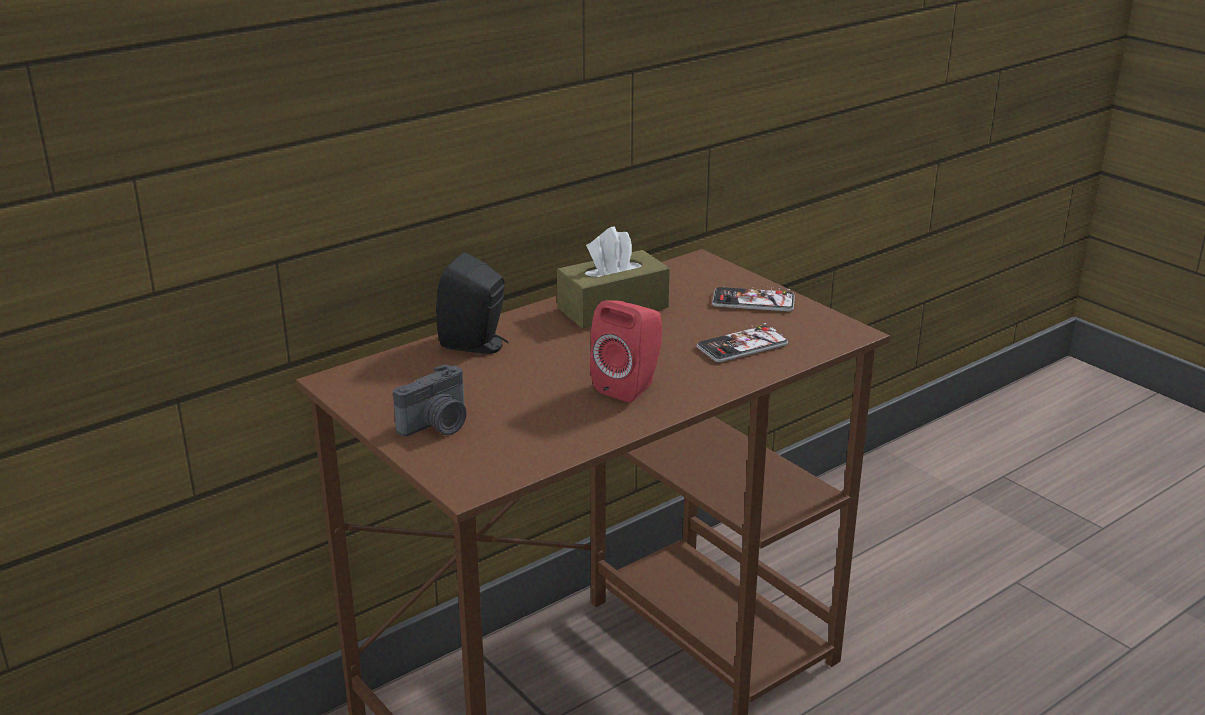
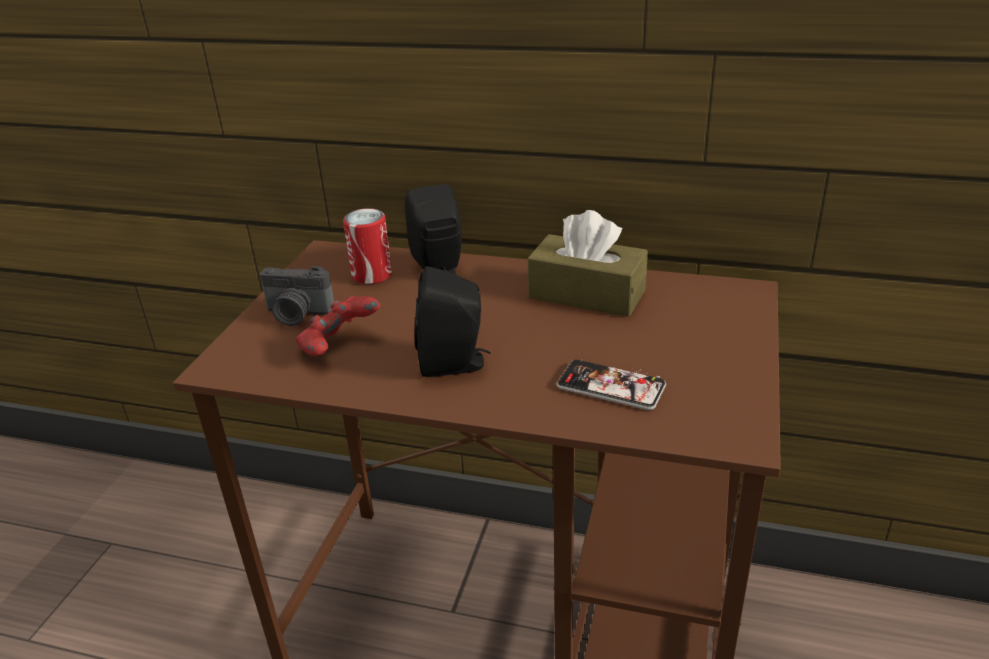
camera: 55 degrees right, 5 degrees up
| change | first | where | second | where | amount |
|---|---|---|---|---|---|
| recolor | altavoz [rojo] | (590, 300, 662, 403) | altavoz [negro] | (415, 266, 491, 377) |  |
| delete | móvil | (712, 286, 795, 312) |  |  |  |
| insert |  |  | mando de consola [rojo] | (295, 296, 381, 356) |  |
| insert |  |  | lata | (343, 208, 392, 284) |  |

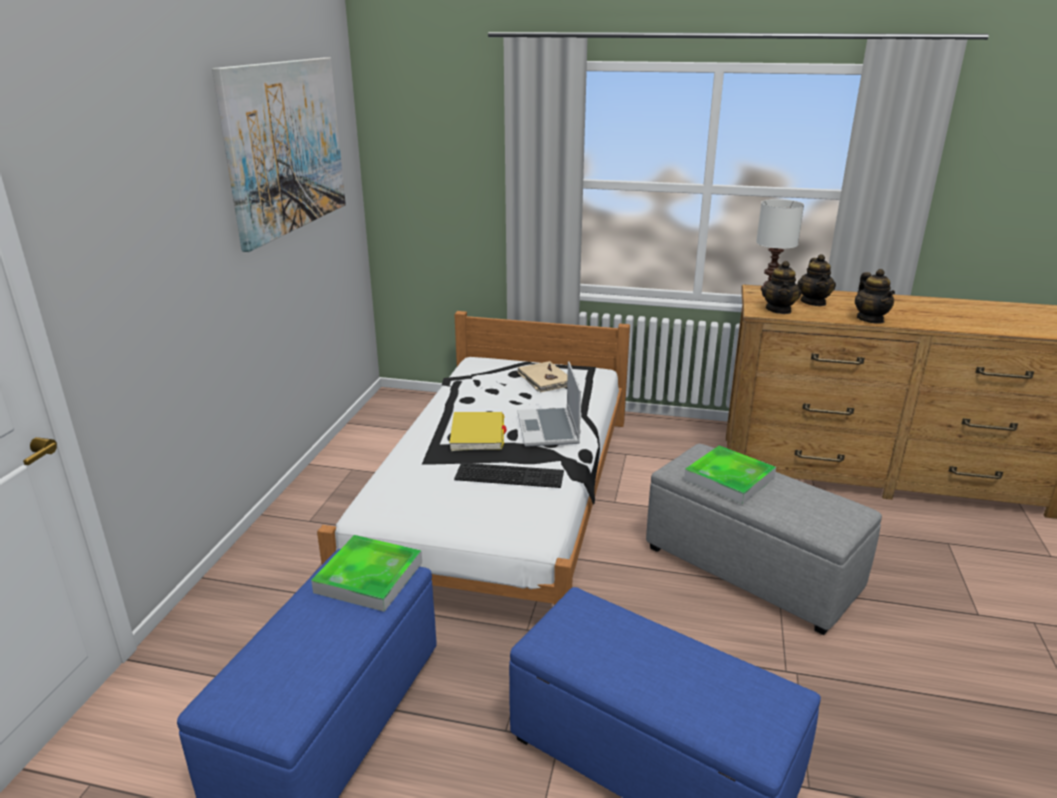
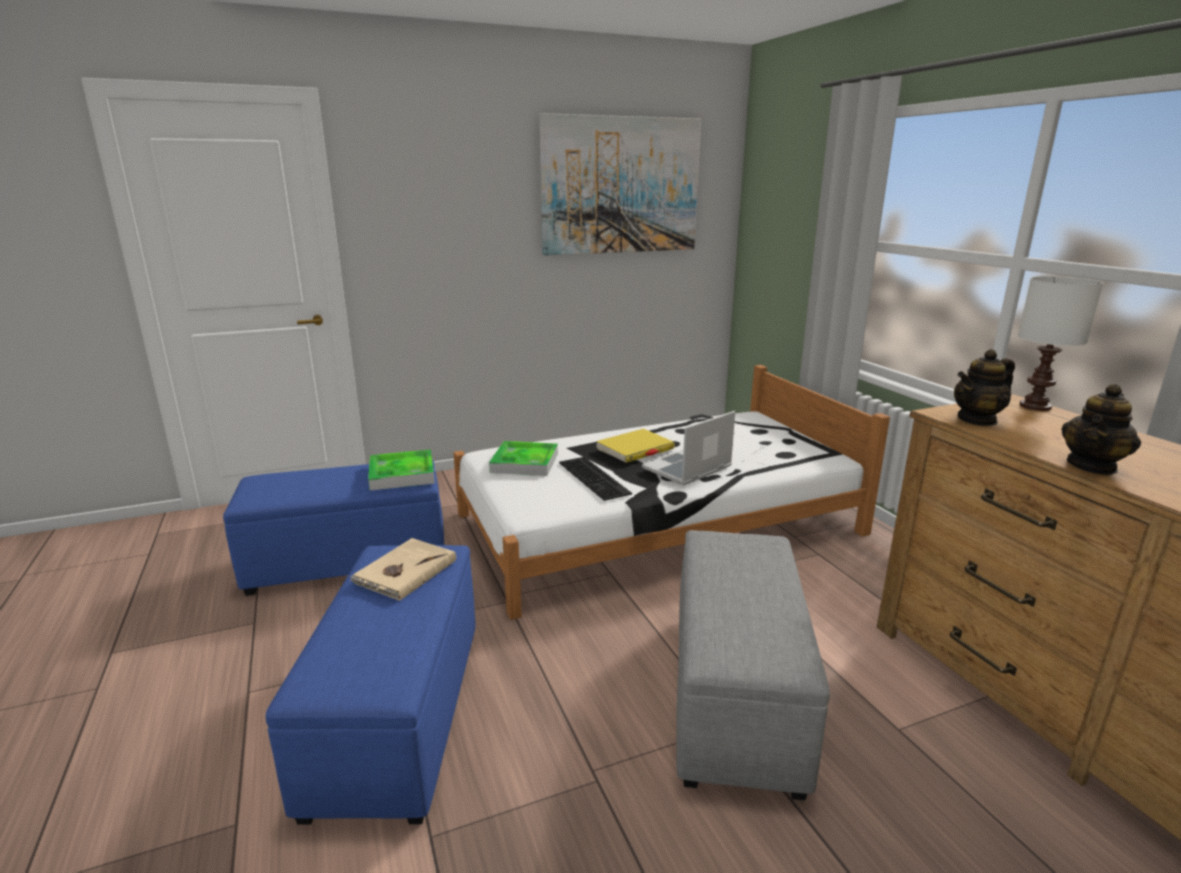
camera: 55 degrees right, 5 degrees down
| change | first | where | second | where | amount |
|---|---|---|---|---|---|
| move | libro [beis] | (517, 361, 568, 392) |  | (350, 538, 456, 601) |  |
| move | bandeja | (684, 446, 776, 504) |  | (489, 441, 558, 476) |  |
| delete | tetera | (797, 254, 836, 306) |  |  |  |

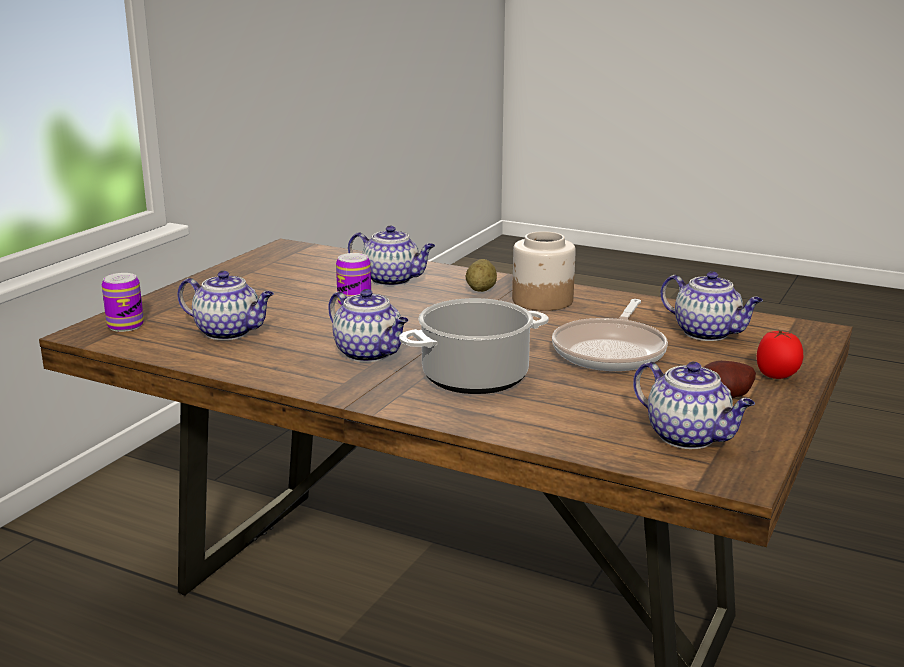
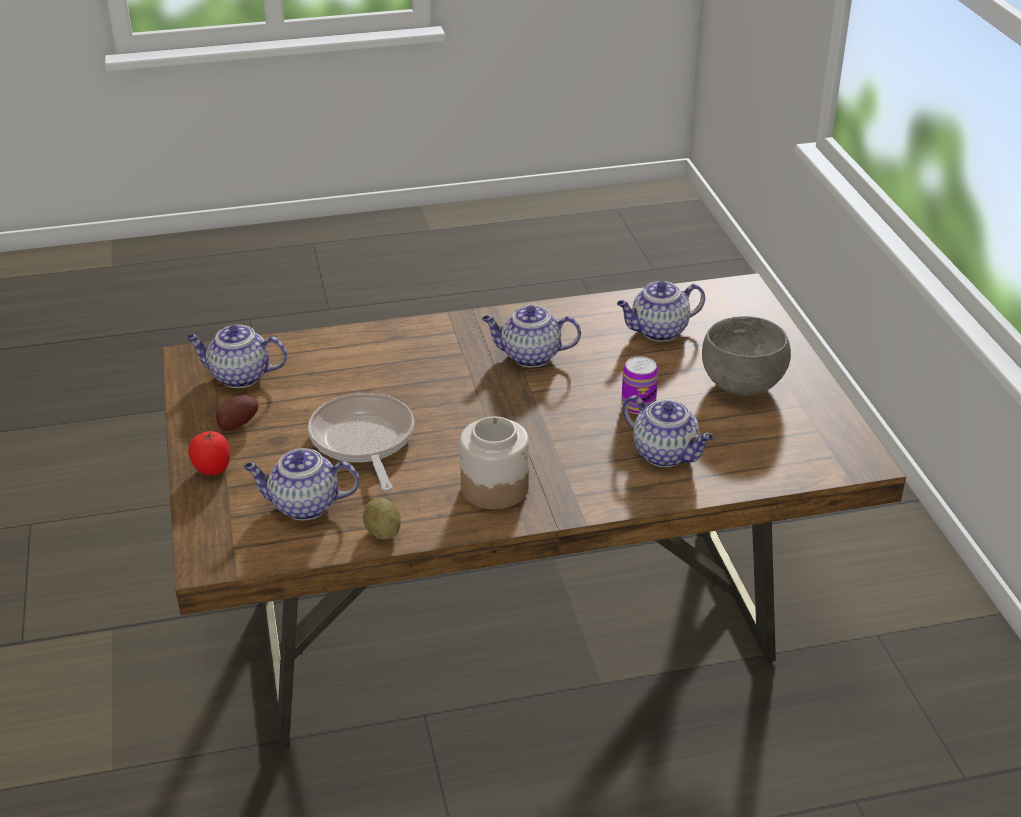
camera: 140 degrees right, 15 degrees up
| change | first | where | second | where | amount |
|---|---|---|---|---|---|
| delete | lata | (102, 273, 144, 332) |  |  |  |
| rotate | tetera | (348, 226, 435, 286) |  | (623, 395, 714, 467) | 120 degrees counterclockwise |
| delete | olla | (399, 298, 549, 394) |  |  |  |
| move | patata | (466, 259, 497, 292) |  | (363, 498, 401, 539) |  |
| insert |  |  | cuenco [gris] | (702, 316, 791, 396) |  |

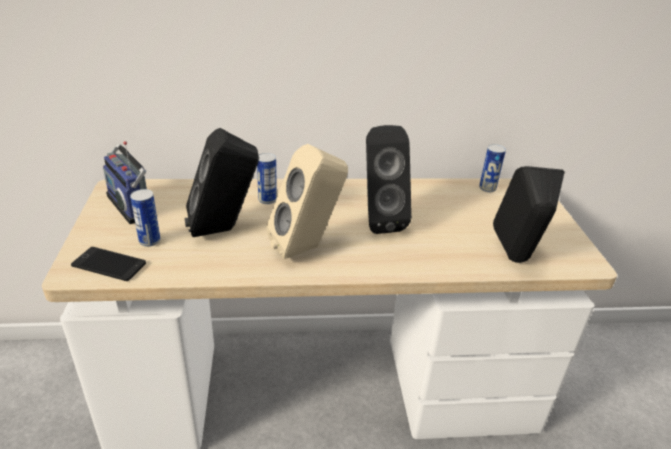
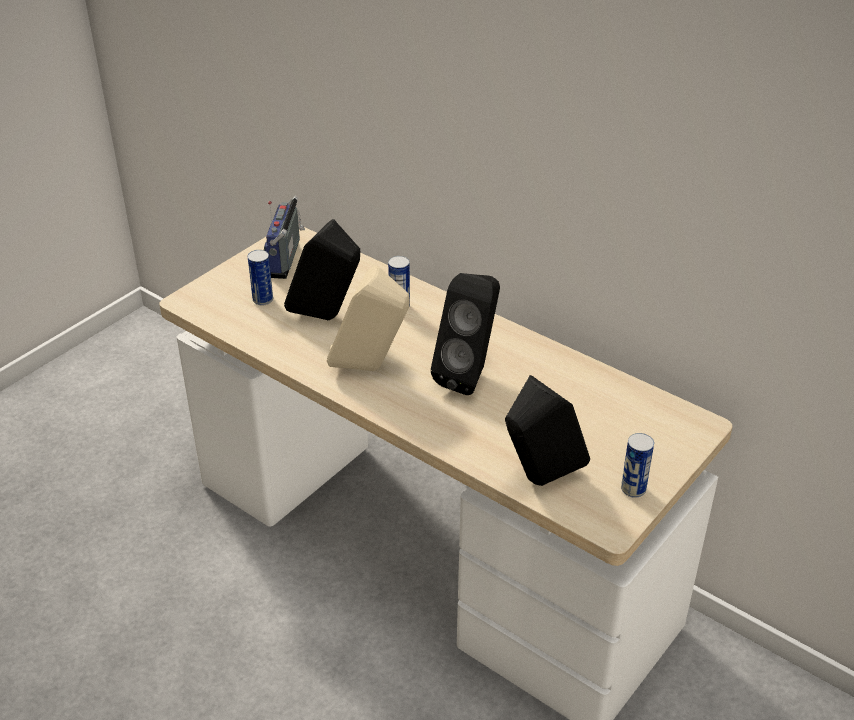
camera: 45 degrees right, 5 degrees up
| change | first | where | second | where | amount |
|---|---|---|---|---|---|
| delete | móvil | (71, 247, 146, 281) |  |  |  |
| move | lata | (479, 144, 506, 192) |  | (621, 433, 654, 498) |  |

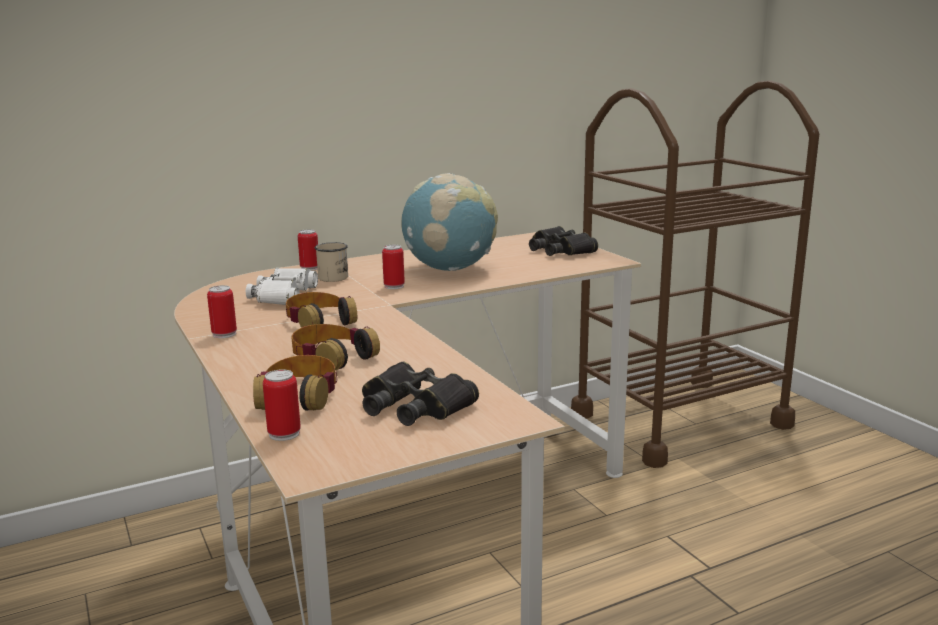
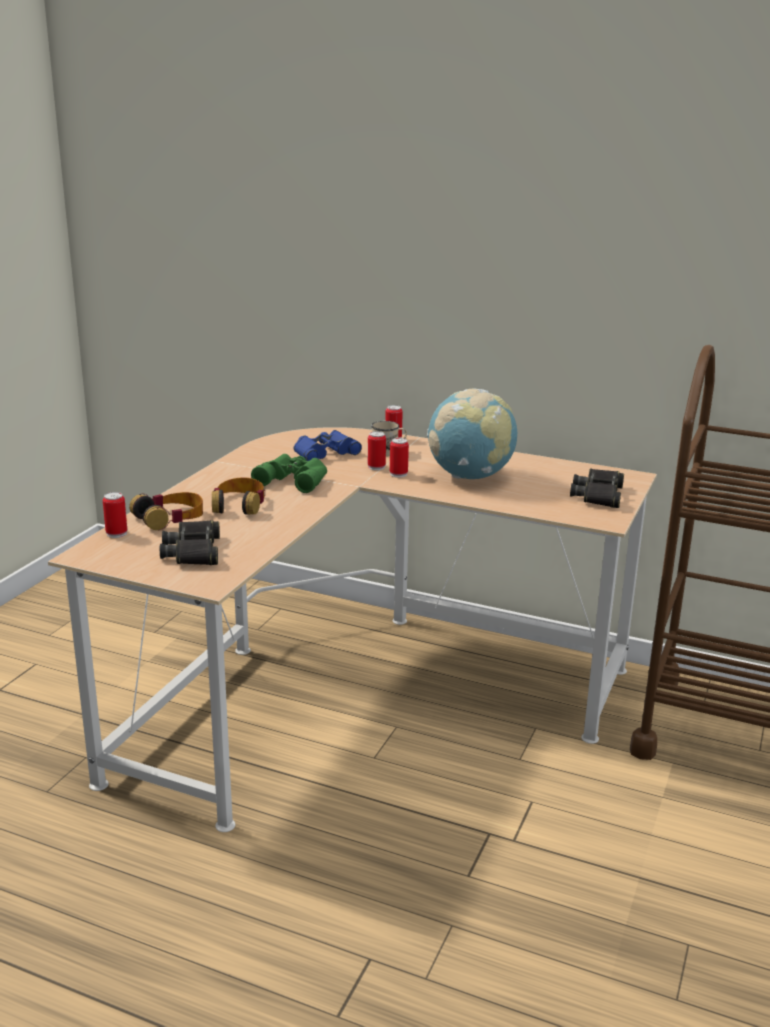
camera: 50 degrees right, 5 degrees up
| change | first | where | second | where | amount |
|---|---|---|---|---|---|
| move | lata | (207, 285, 237, 338) |  | (368, 431, 386, 470) |  |
| recolor | prismáticos [blanco] | (246, 268, 318, 305) | prismáticos [azul] | (294, 430, 362, 461) |  |
| replace | auriculares | (286, 292, 357, 328) | prismáticos [verde] | (251, 454, 327, 493) |  |

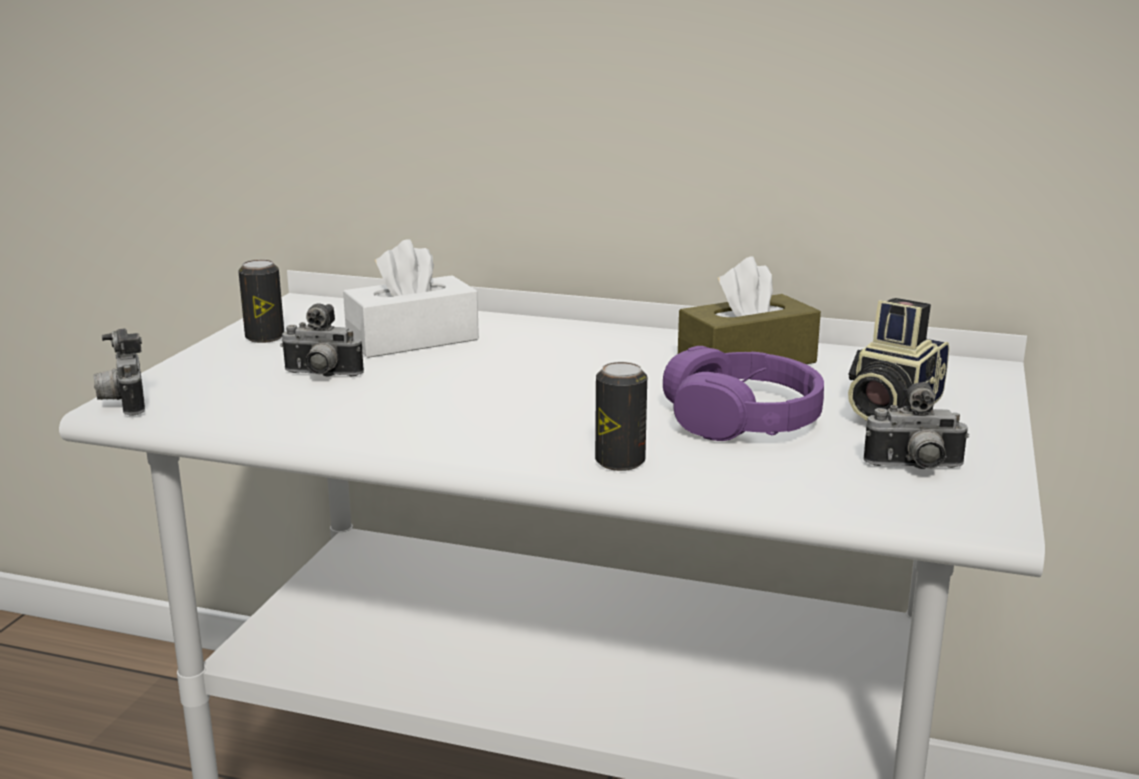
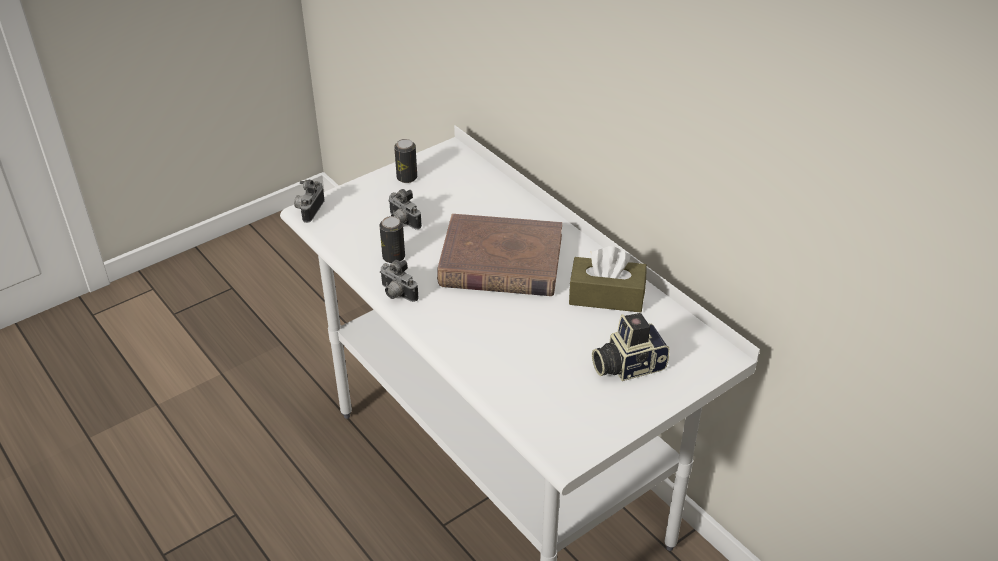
camera: 35 degrees right, 20 degrees up
| change | first | where | second | where | amount |
|---|---|---|---|---|---|
| delete | caja de pañuelos [blanco] | (343, 239, 479, 358) |  |  |  |
| move | lata | (595, 362, 647, 471) |  | (379, 216, 405, 263) |  |
| delete | auriculares [morado] | (663, 346, 824, 441) |  |  |  |
| move | cámara | (864, 382, 969, 469) |  | (380, 260, 419, 302) |  |
| insert |  |  | libro [marrón] | (437, 214, 562, 296) |  |

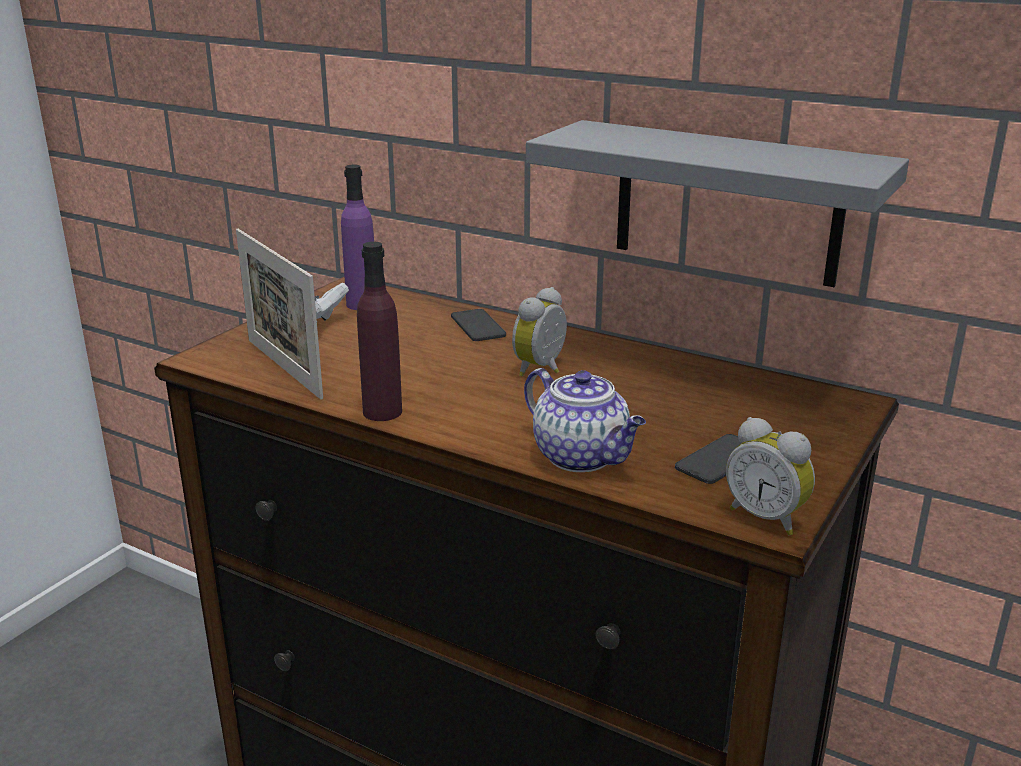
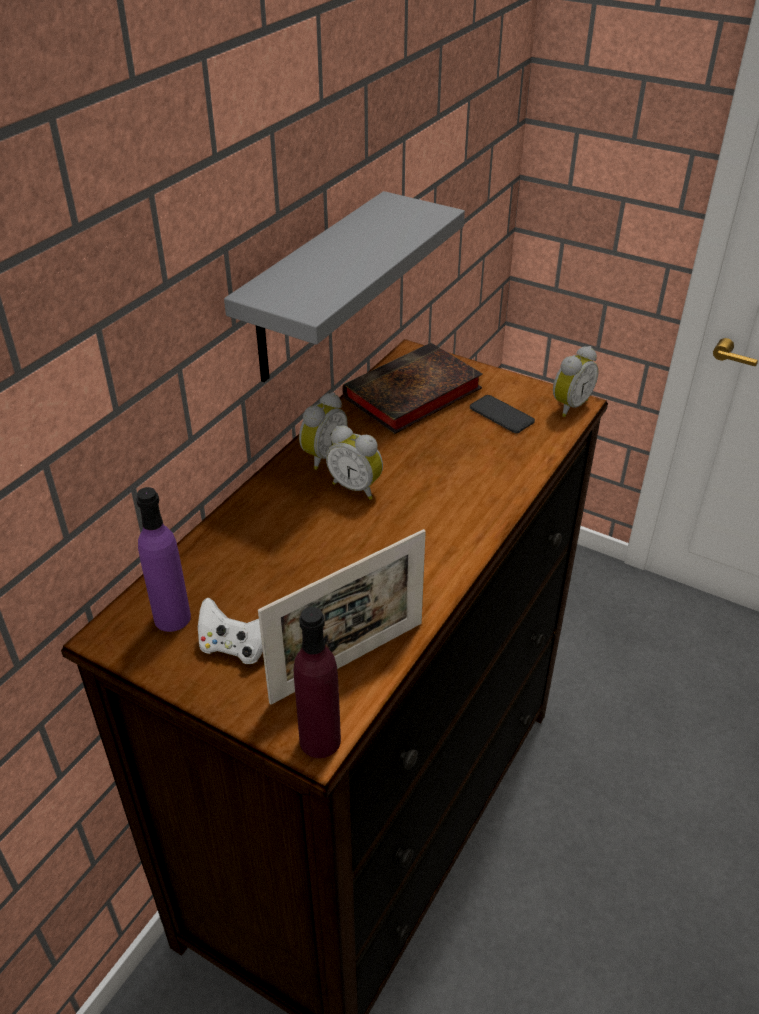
camera: 90 degrees left, 15 degrees up
| change | first | where | second | where | amount |
|---|---|---|---|---|---|
| move | botella [morado] | (357, 241, 402, 421) |  | (294, 607, 341, 758) |  |
| delete | móvil | (451, 309, 506, 341) |  |  |  |
| delete | tetera | (524, 368, 646, 472) |  |  |  |
| insert |  |  | despertador | (299, 392, 348, 470) |  |
| insert |  |  | libro | (342, 343, 483, 434) |  |

